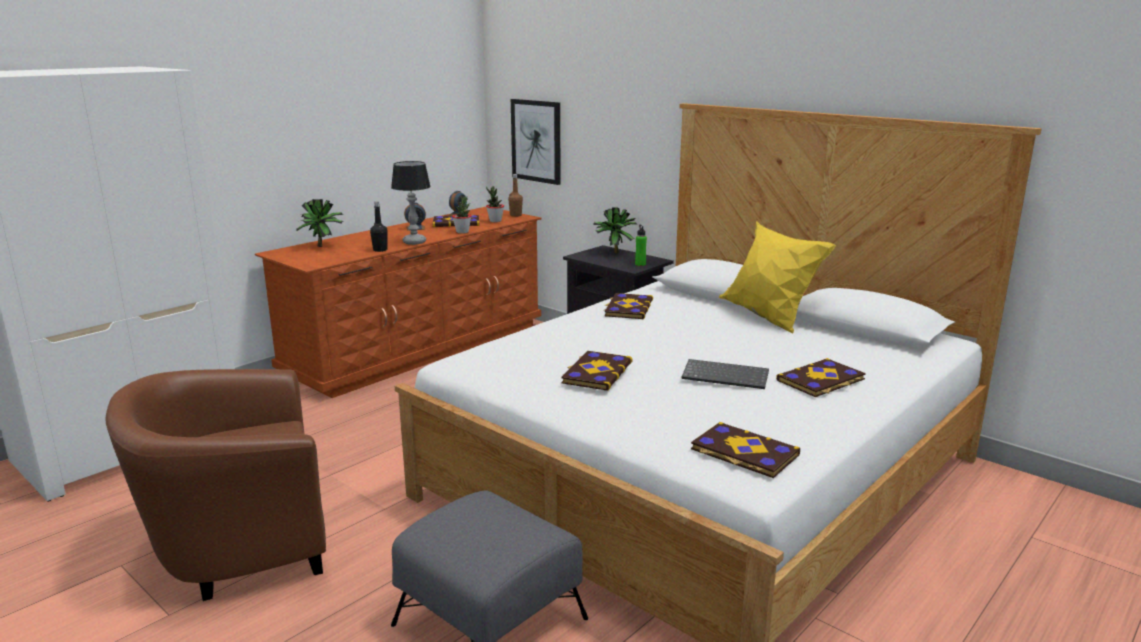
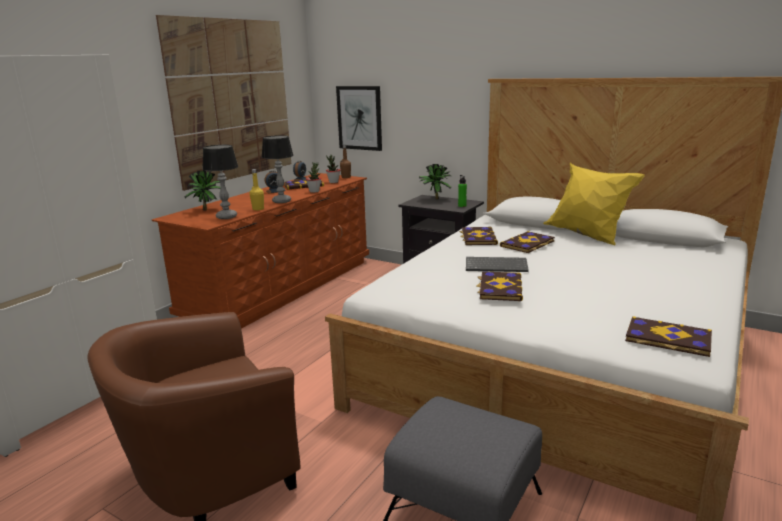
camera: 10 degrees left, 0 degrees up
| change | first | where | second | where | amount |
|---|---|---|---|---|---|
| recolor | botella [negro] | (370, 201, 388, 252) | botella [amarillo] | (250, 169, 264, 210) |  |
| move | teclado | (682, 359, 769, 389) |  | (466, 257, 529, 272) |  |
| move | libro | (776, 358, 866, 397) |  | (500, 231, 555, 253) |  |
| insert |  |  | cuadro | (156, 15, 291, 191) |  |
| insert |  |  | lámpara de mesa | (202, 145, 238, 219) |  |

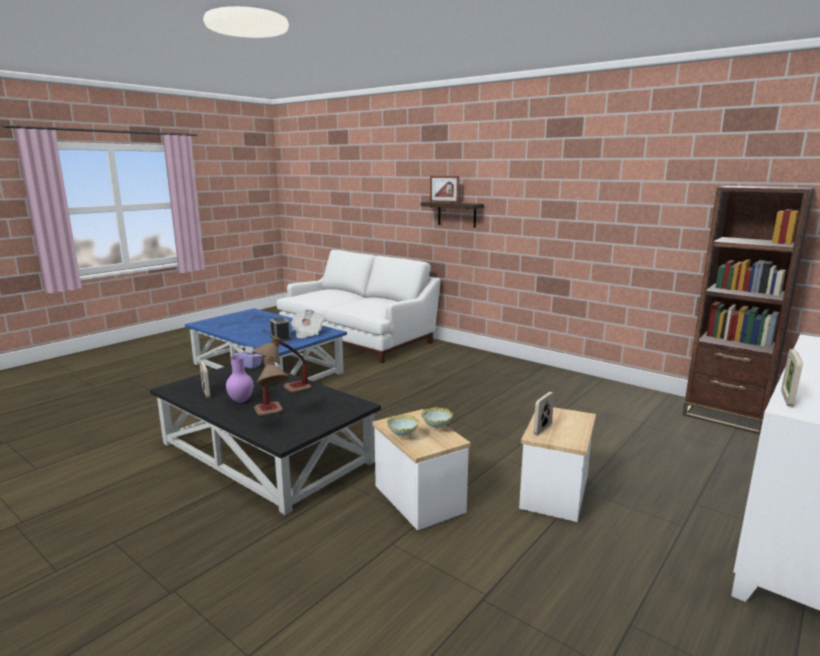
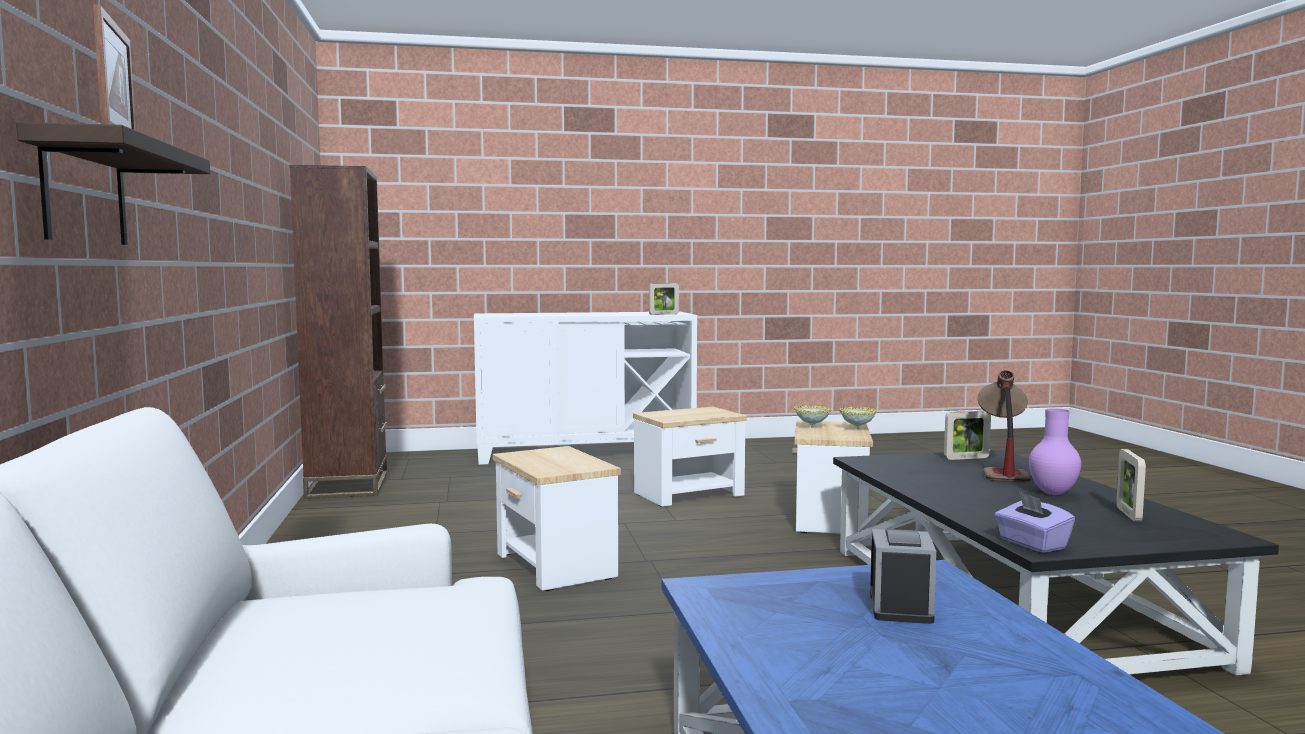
camera: 140 degrees left, 10 degrees down
| change | first | where | second | where | amount |
|---|---|---|---|---|---|
| delete | lámpara de mesa | (254, 336, 312, 393) |  |  |  |
| delete | periódico | (290, 309, 325, 338) |  |  |  |
| move | portarretratos | (533, 392, 554, 435) |  | (944, 411, 991, 460) |  |
| insert |  |  | mesa auxiliar | (493, 446, 621, 591) |  |

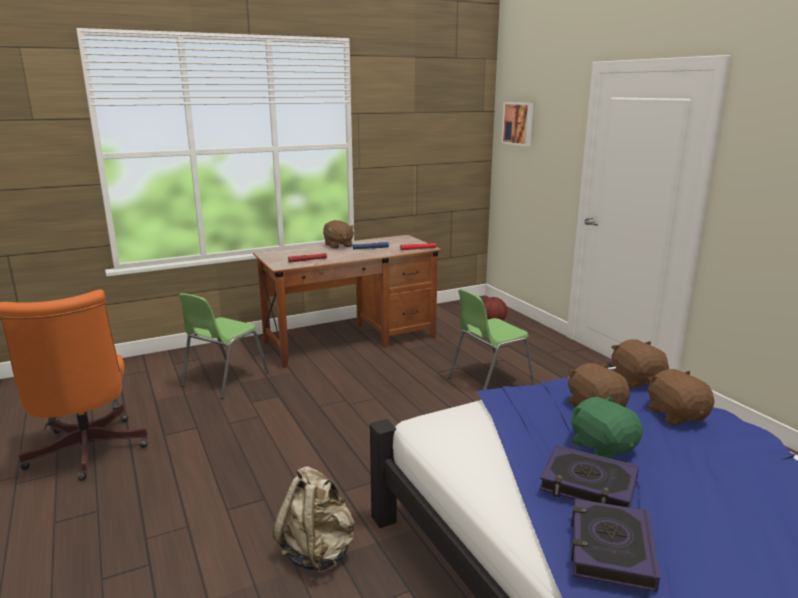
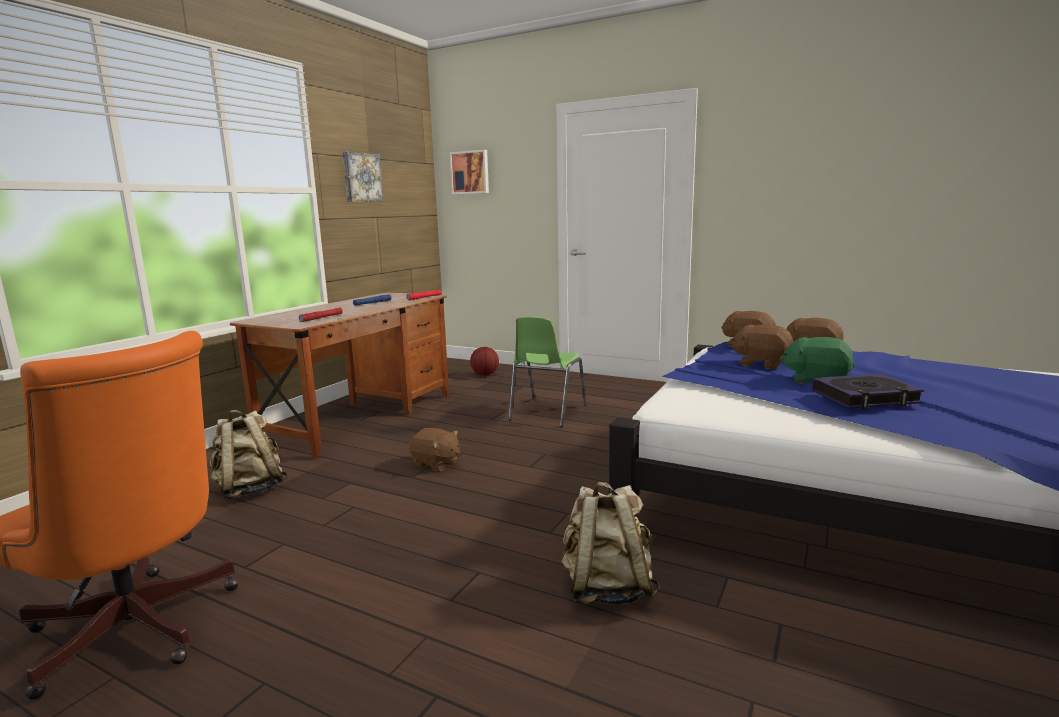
camera: 35 degrees left, 5 degrees down
| change | first | where | second | where | amount |
|---|---|---|---|---|---|
| replace | silla [verde] | (179, 293, 269, 399) | mochila [beis] | (210, 410, 288, 500) |  |
| move | peluche [marrón] | (323, 220, 355, 249) |  | (409, 428, 460, 471) |  |
| delete | libro | (571, 499, 660, 593) |  |  |  |
| insert |  |  | cuadro | (343, 151, 384, 202) |  |

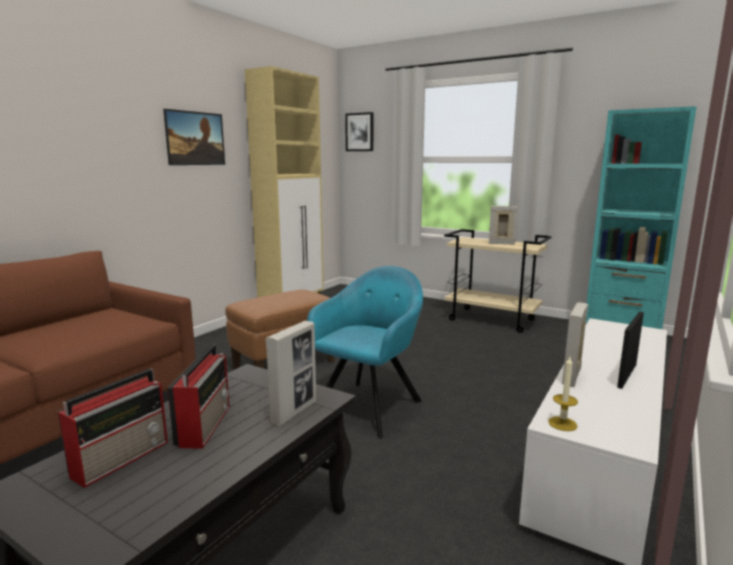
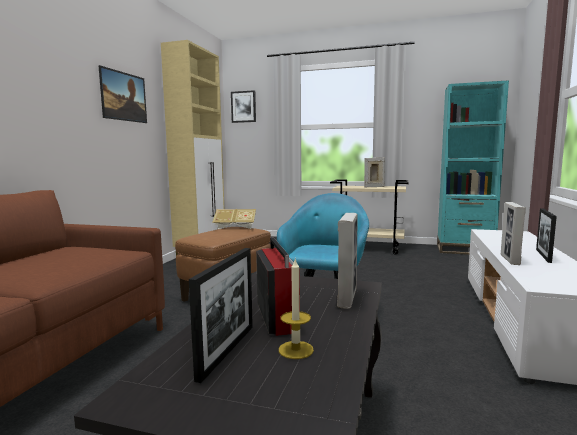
camera: 15 degrees left, 5 degrees down
| change | first | where | second | where | amount |
|---|---|---|---|---|---|
| replace | radio | (58, 369, 168, 488) | portarretratos | (189, 248, 253, 383) |  |
| move | vela | (548, 357, 578, 431) |  | (279, 259, 314, 359) |  |
| insert |  |  | libro | (212, 209, 256, 229) |  |

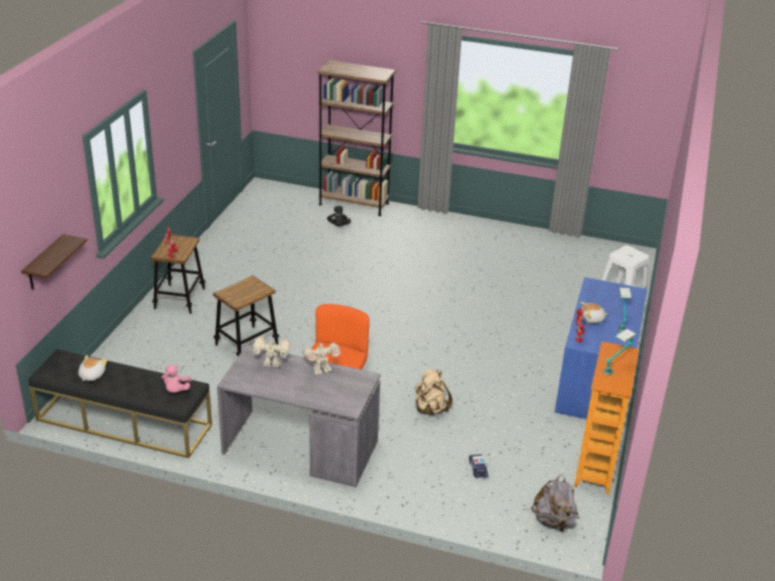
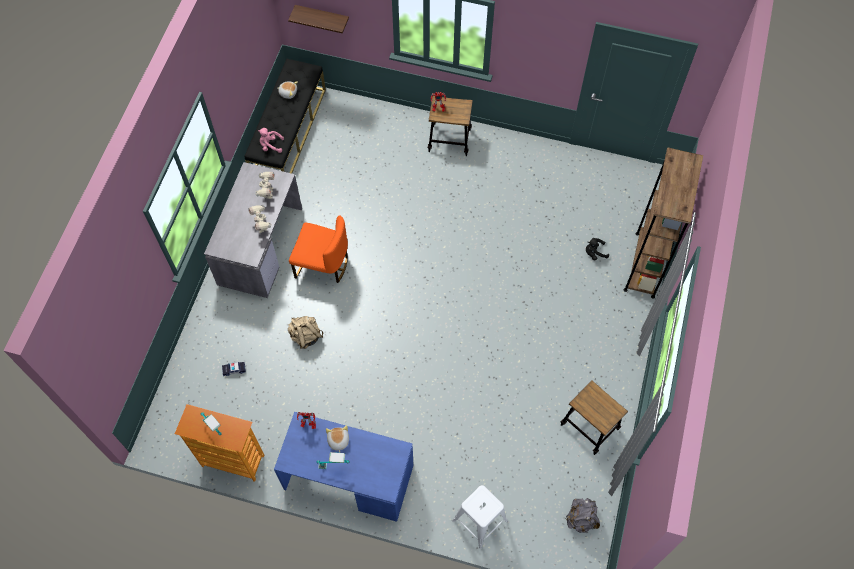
camera: 90 degrees right, 30 degrees up
| change | first | where | second | where | amount |
|---|---|---|---|---|---|
| move | taburete | (213, 275, 279, 356) |  | (561, 380, 628, 455) |  |
| move | mochila [gris] | (531, 475, 578, 532) |  | (566, 498, 600, 533) |  |

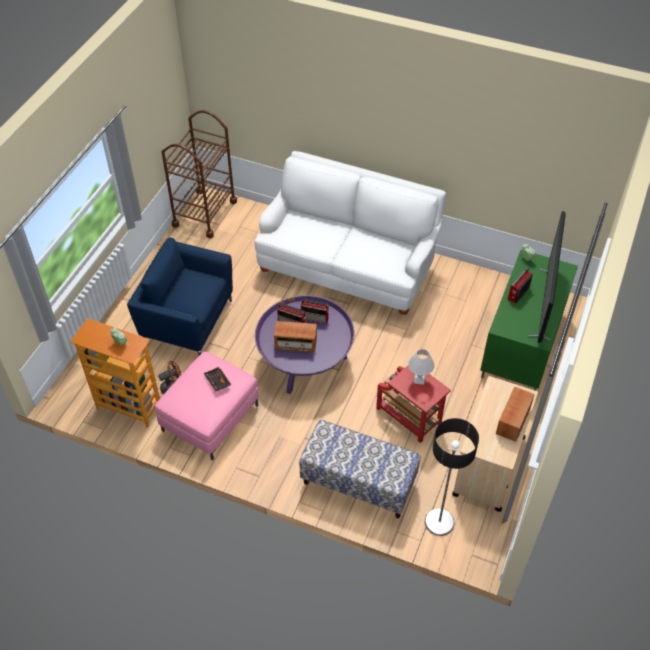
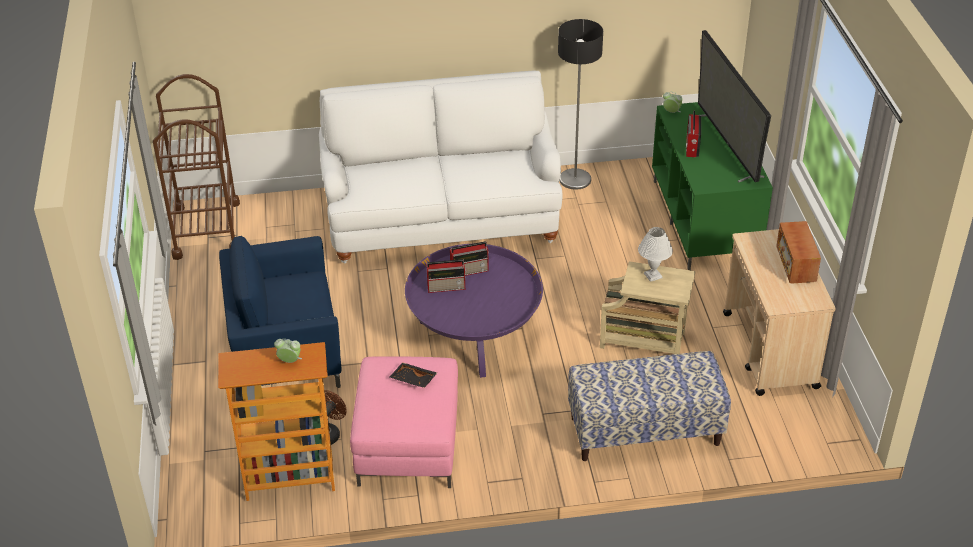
camera: 30 degrees left, 10 degrees down
| change | first | where | second | where | amount |
|---|---|---|---|---|---|
| delete | radio | (274, 321, 317, 352) |  |  |  |
| recolor | mesa auxiliar [rojo] | (376, 366, 451, 443) | mesa auxiliar [beis] | (600, 261, 695, 354) |  |
| move | lámpara de pie | (425, 418, 479, 536) |  | (558, 19, 603, 190) |  |

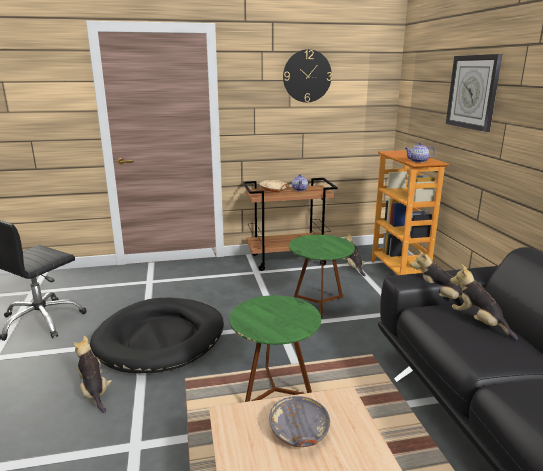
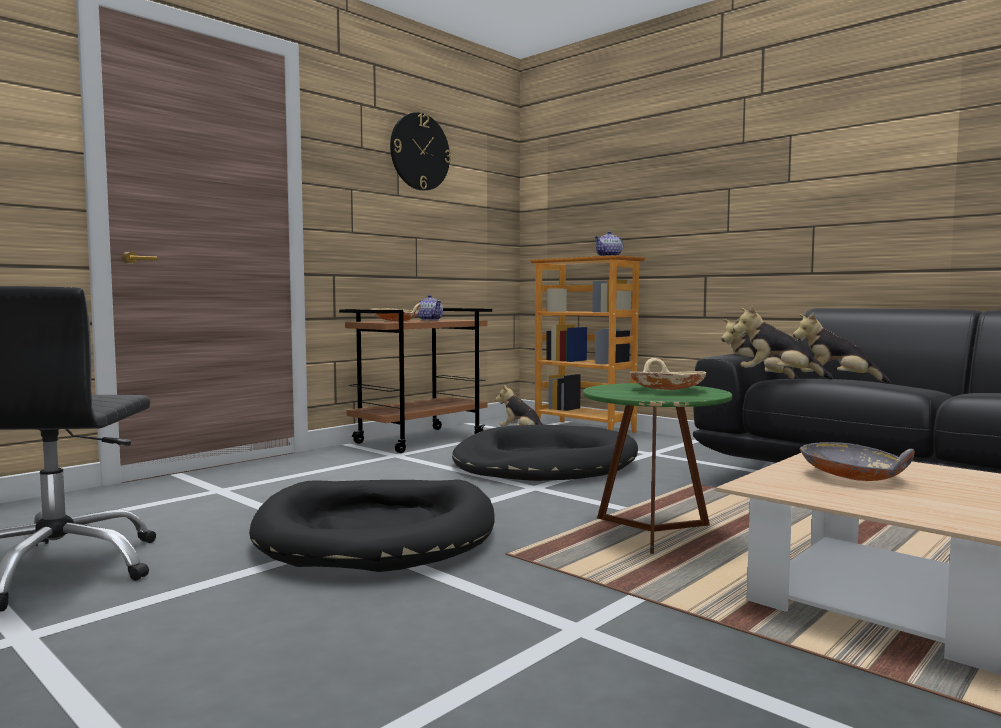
camera: 35 degrees left, 15 degrees down
| change | first | where | second | where | amount |
|---|---|---|---|---|---|
| move | peluche | (73, 336, 112, 413) |  | (733, 306, 833, 379) |  |
| replace | mesa auxiliar [verde] | (289, 235, 355, 319) | cama para perro [negro] | (452, 425, 638, 481) |  |
| delete | reloj de pared | (446, 54, 502, 132) |  |  |  |
| insert |  |  | cuenco [beis] | (630, 358, 706, 390) |  |

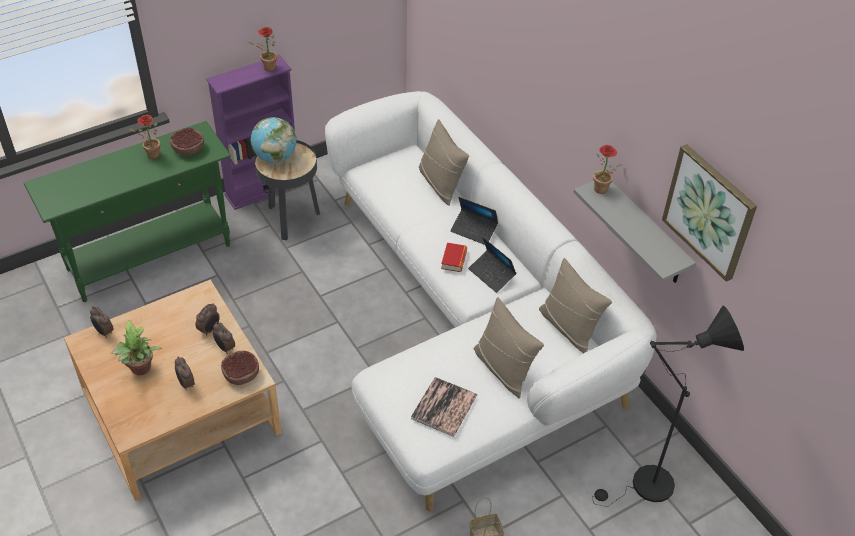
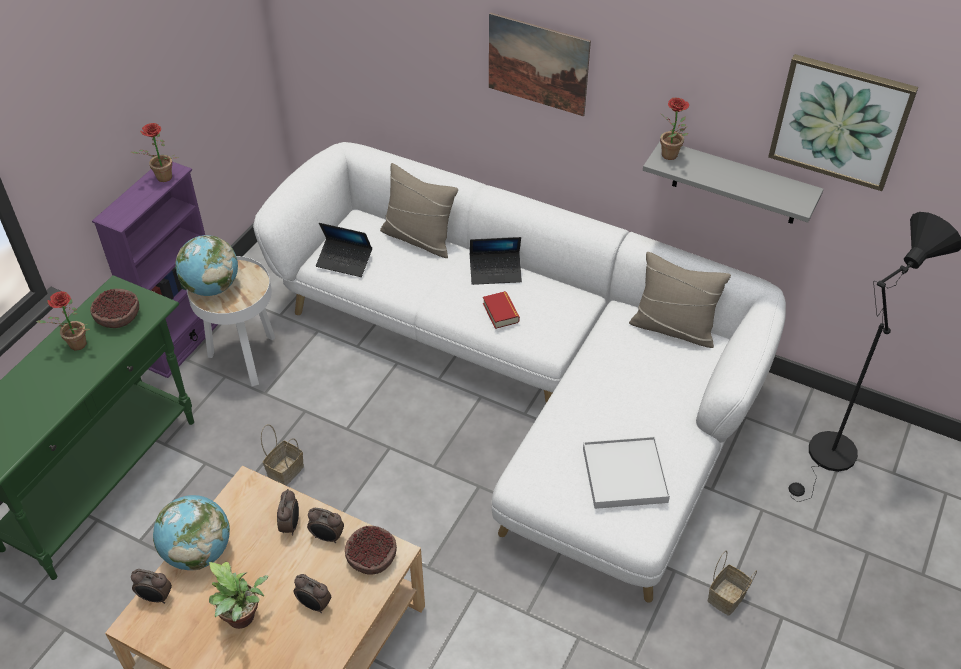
camera: 30 degrees left, 0 degrees up
| change | first | where | second | where | amount |
|---|---|---|---|---|---|
| recolor | mesa auxiliar [negro] | (254, 140, 320, 240) | mesa auxiliar [blanco] | (187, 256, 275, 387) |  |
| replace | libro | (411, 377, 477, 437) | bandeja [blanco] | (583, 437, 670, 509) |  |
| move | portátil | (468, 237, 517, 293) |  | (316, 223, 372, 277) |  |
| delete | cojín [beis] | (474, 297, 544, 398) |  |  |  |
| insert |  |  | globo terráqueo | (153, 495, 230, 570) |  |
| insert |  |  | cesta | (261, 424, 304, 485) |  |
| insert |  |  | cuadro | (489, 12, 591, 116) |  |

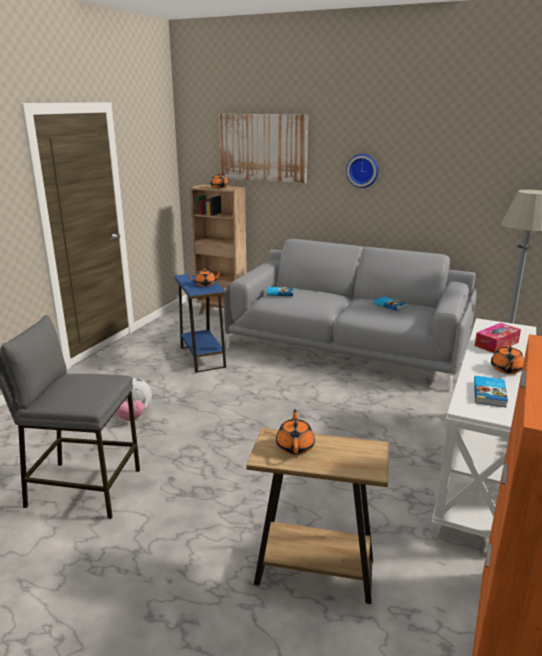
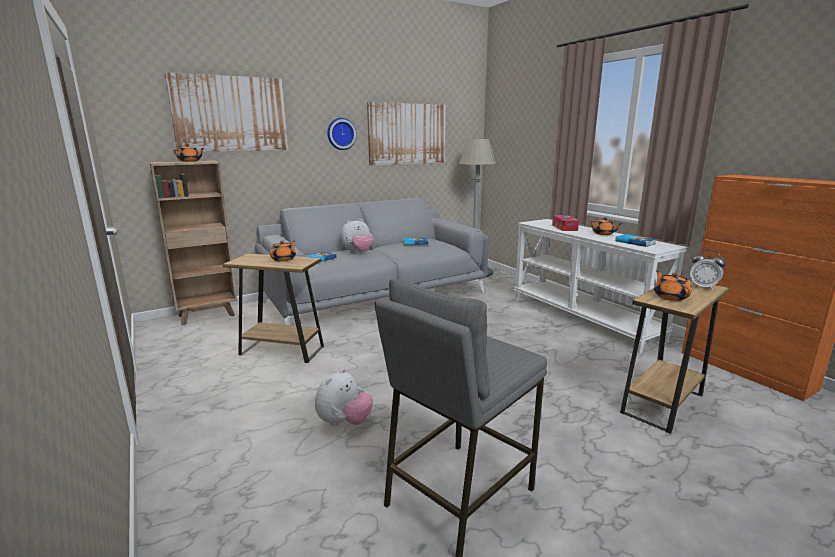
camera: 55 degrees left, 5 degrees down
| change | first | where | second | where | amount |
|---|---|---|---|---|---|
| recolor | mesa auxiliar [azul] | (174, 273, 226, 373) | mesa auxiliar [marrón] | (223, 254, 324, 363) |  |
| rotate | tetera [naranja] | (276, 409, 315, 455) |  | (654, 271, 692, 301) | 45 degrees clockwise |
| insert |  |  | peluche | (340, 219, 374, 253) |  |
| insert |  |  | cuadro | (367, 102, 446, 166) |  |
| insert |  |  | despertador | (690, 250, 726, 290) |  |

